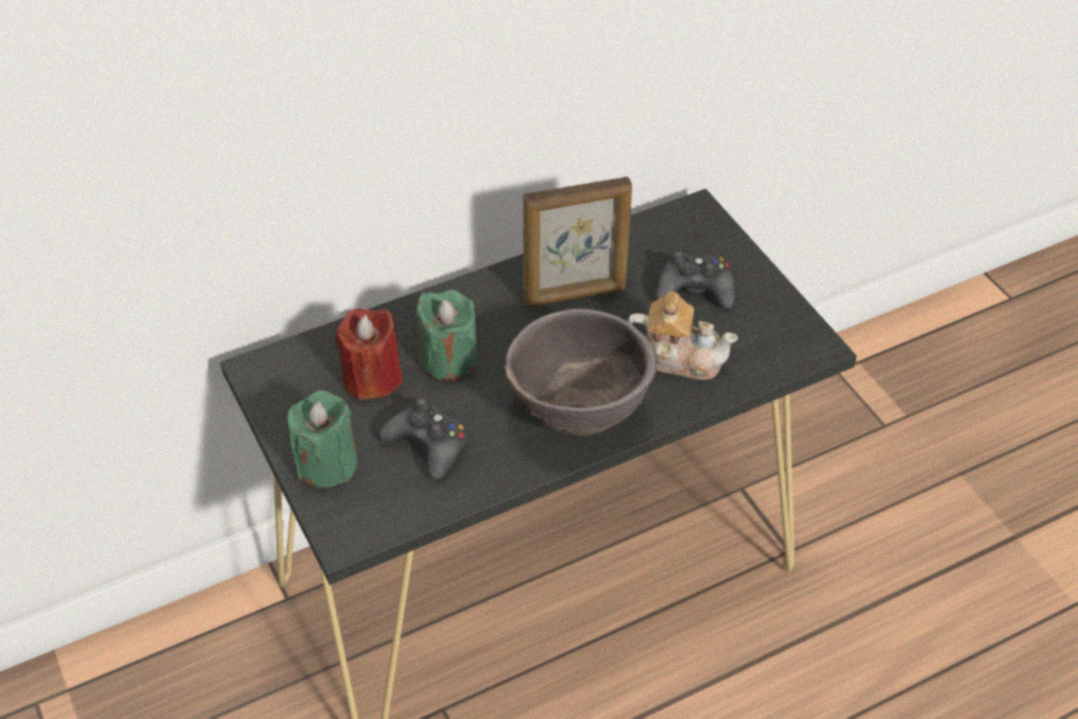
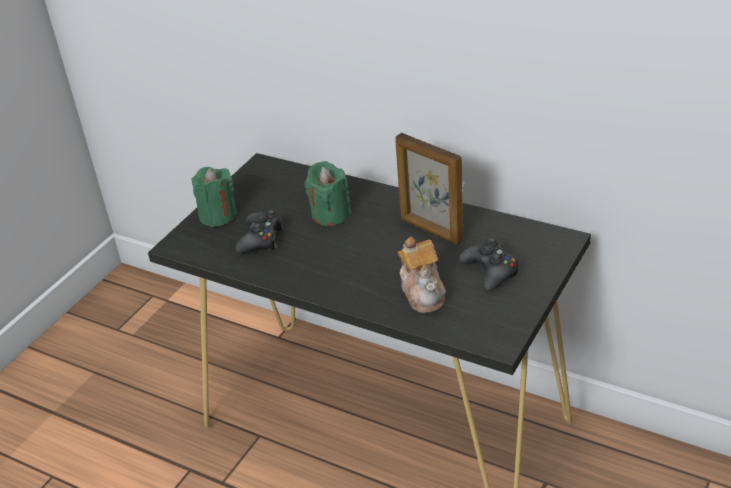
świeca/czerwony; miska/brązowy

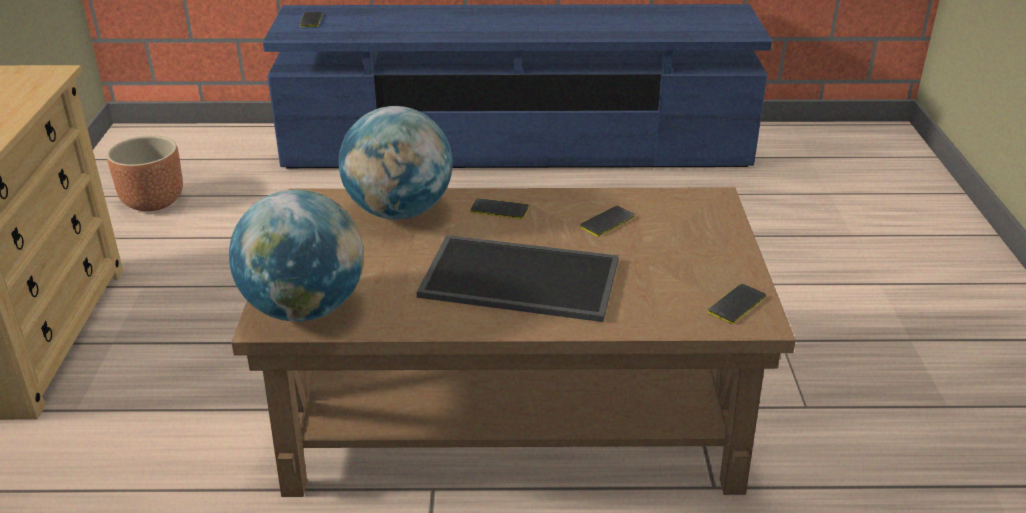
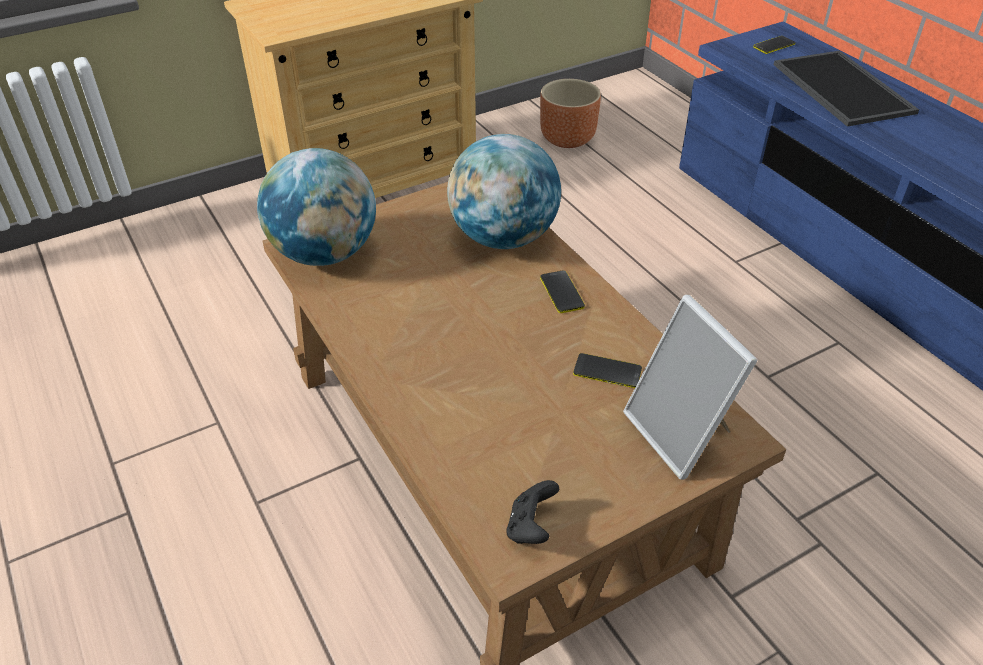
taca; pad do gier/czarny; ramka na zdjęcie

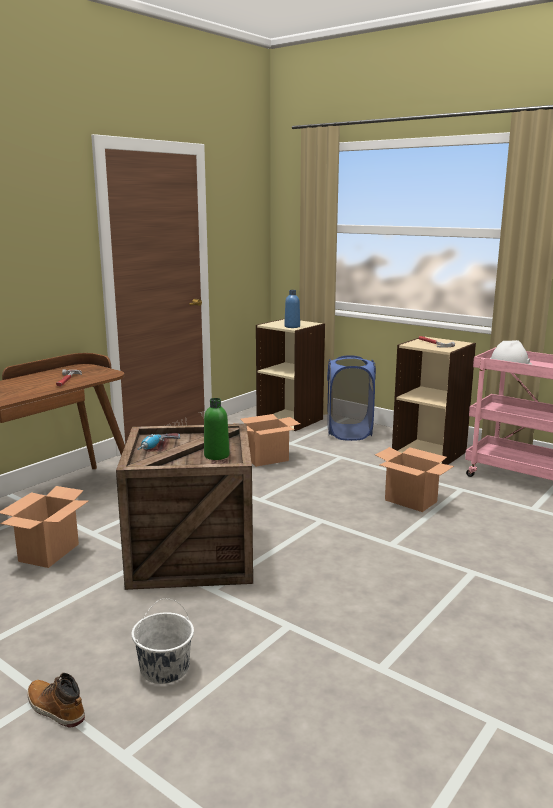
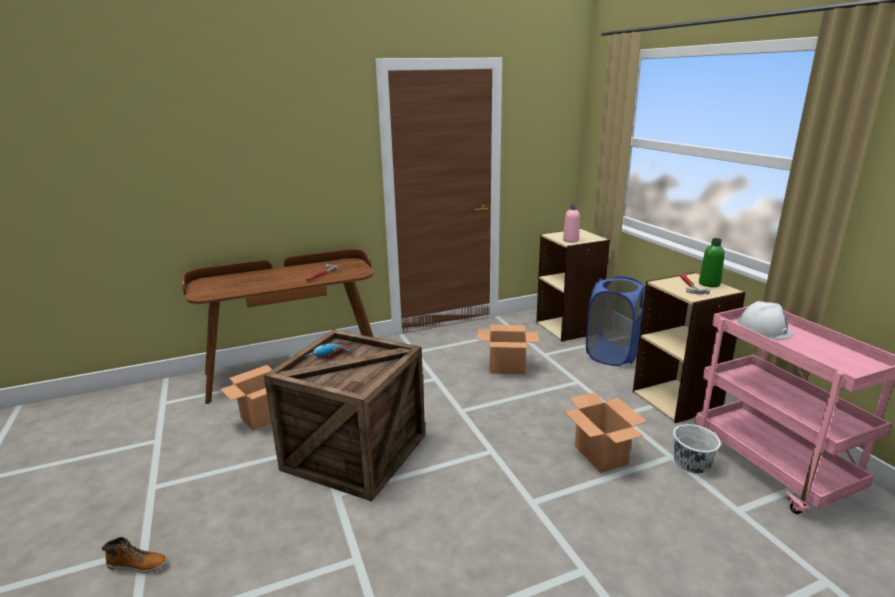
butelka/różowy; butelka/zielony; wiadro/biały; but z cholewką

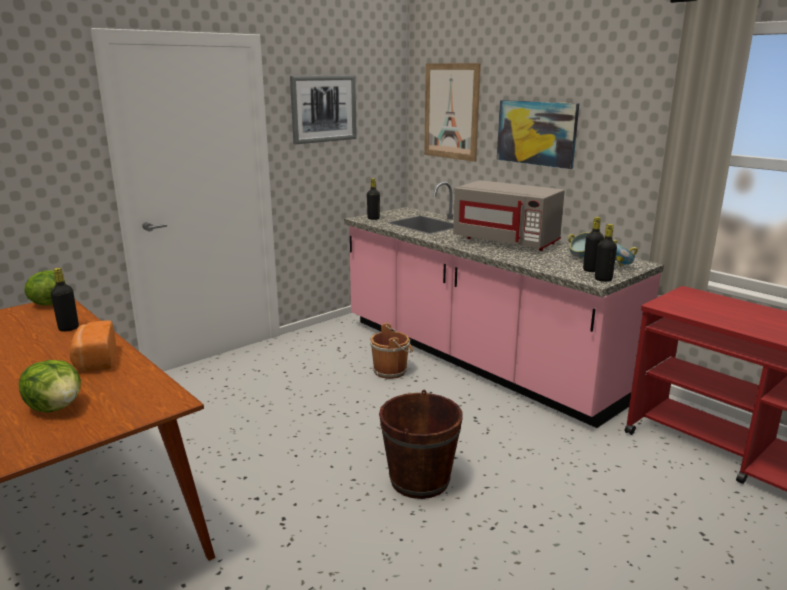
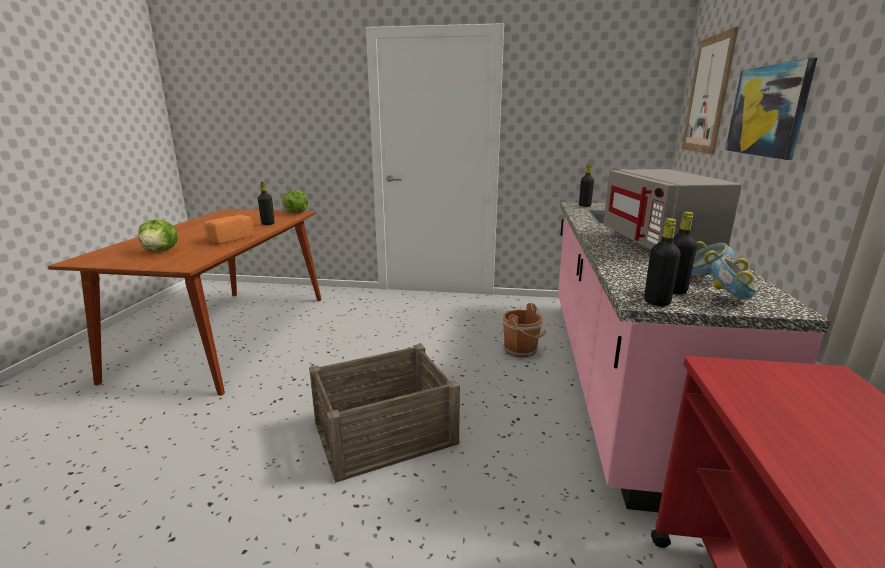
obraz (no. 1 from left in the first image); skrzynka

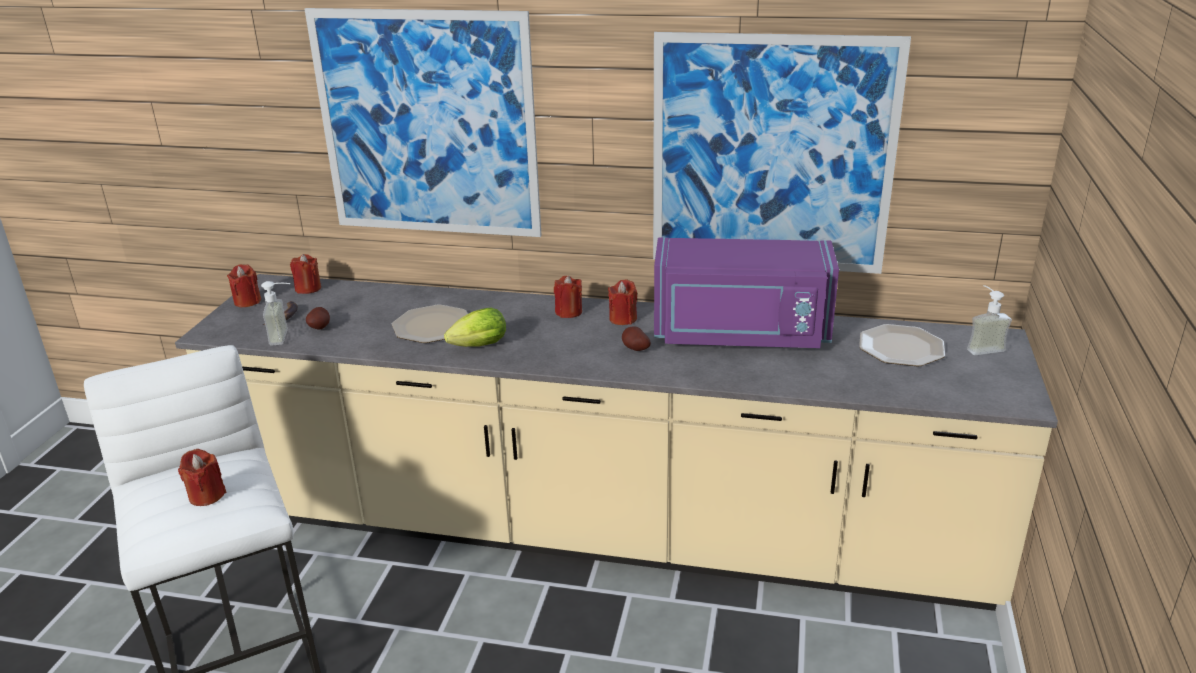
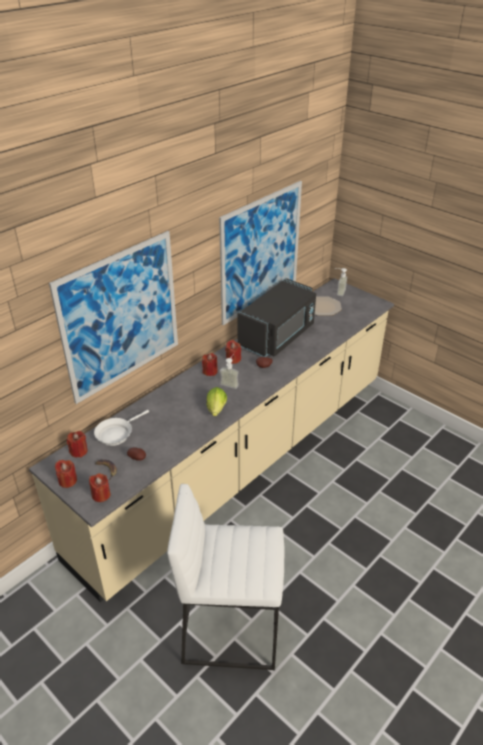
mikrofalówka/czarny; dozownik mydła (no. 1 from left); talerz (no. 1 from left in the first image); świeca/czerwony (no. 3 from left); patelnia/biały

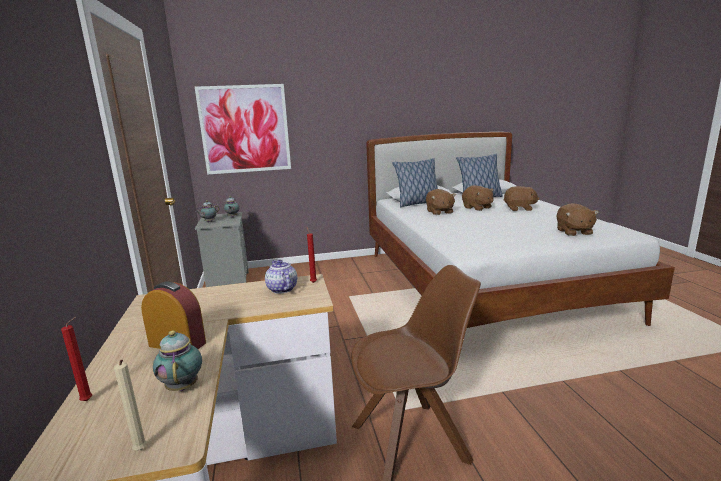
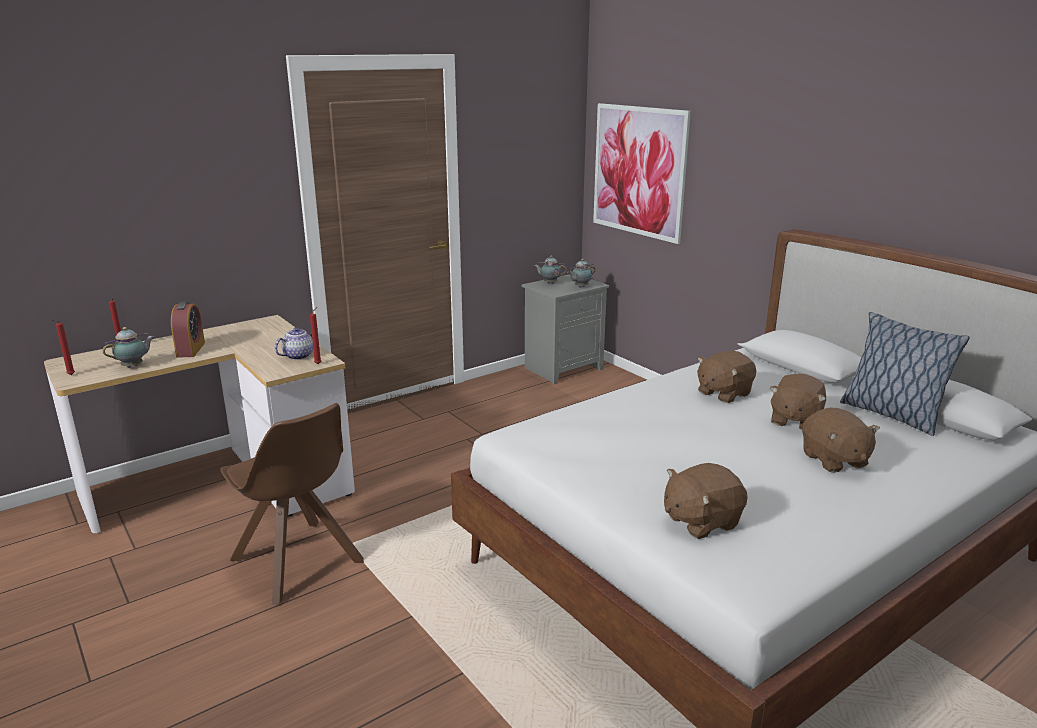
poduszka (no. 1 from left in the first image); świeca/czerwony (no. 1 from left)

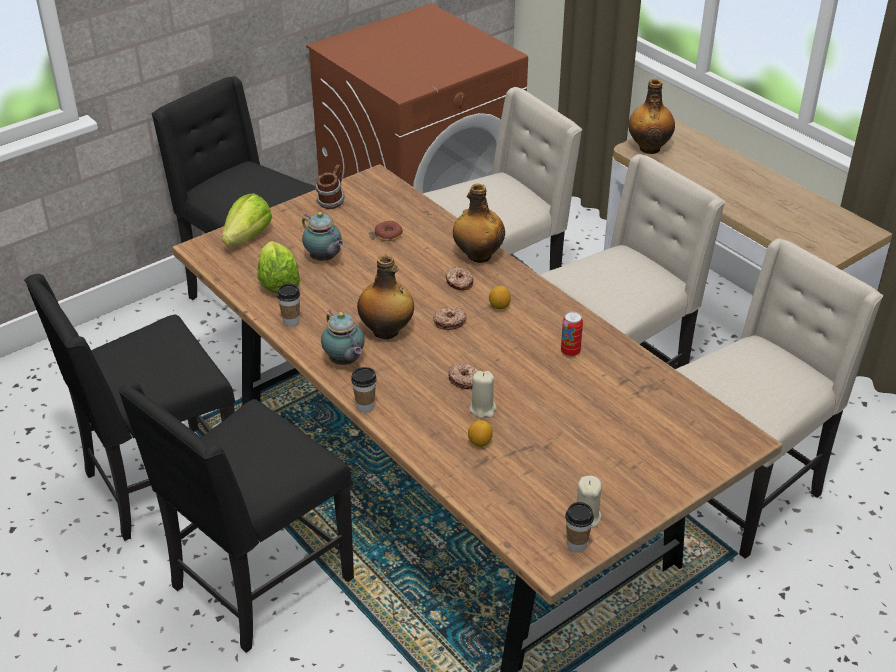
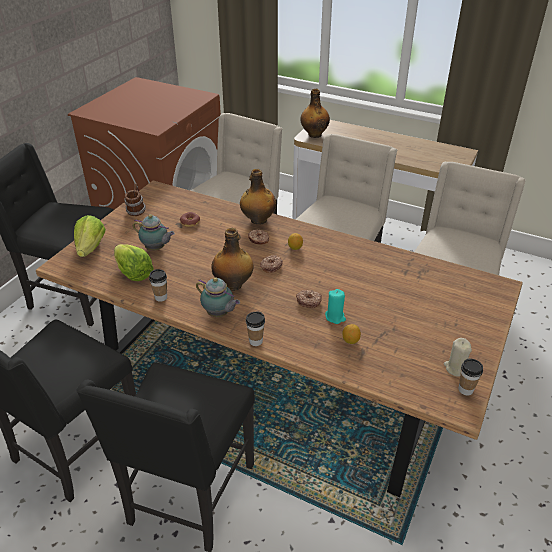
puszka; świeca/turkusowy

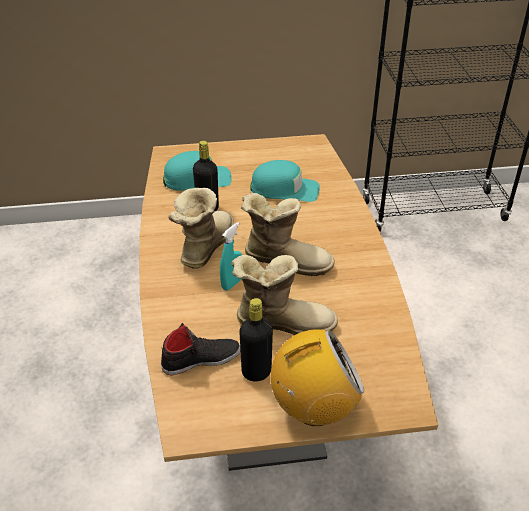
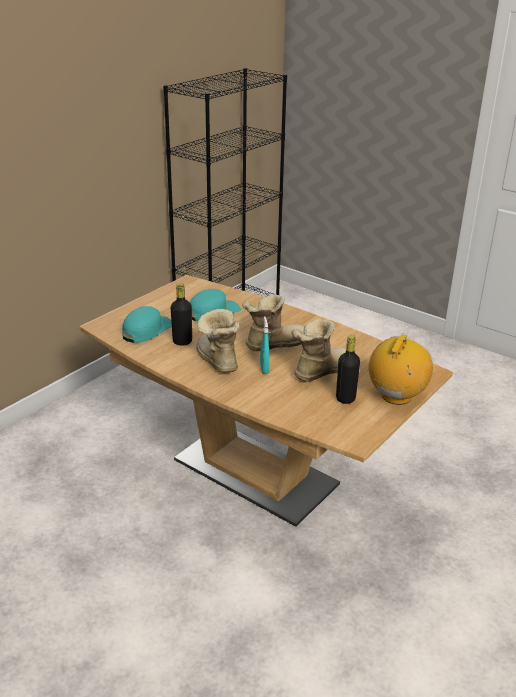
but/czarny

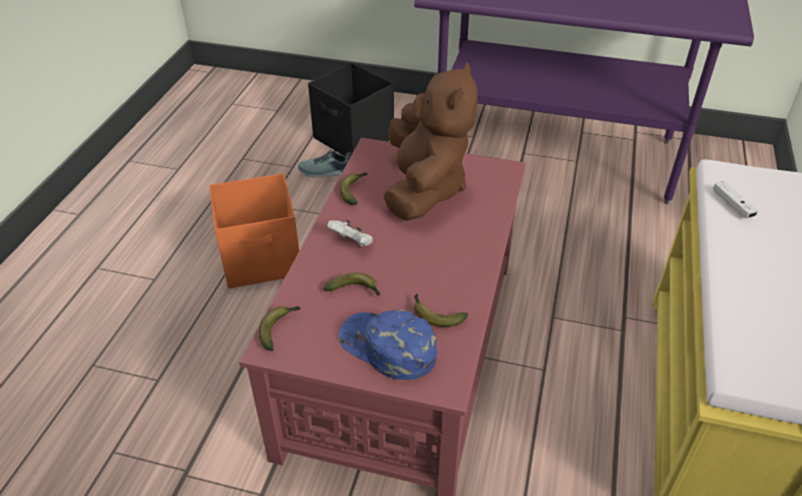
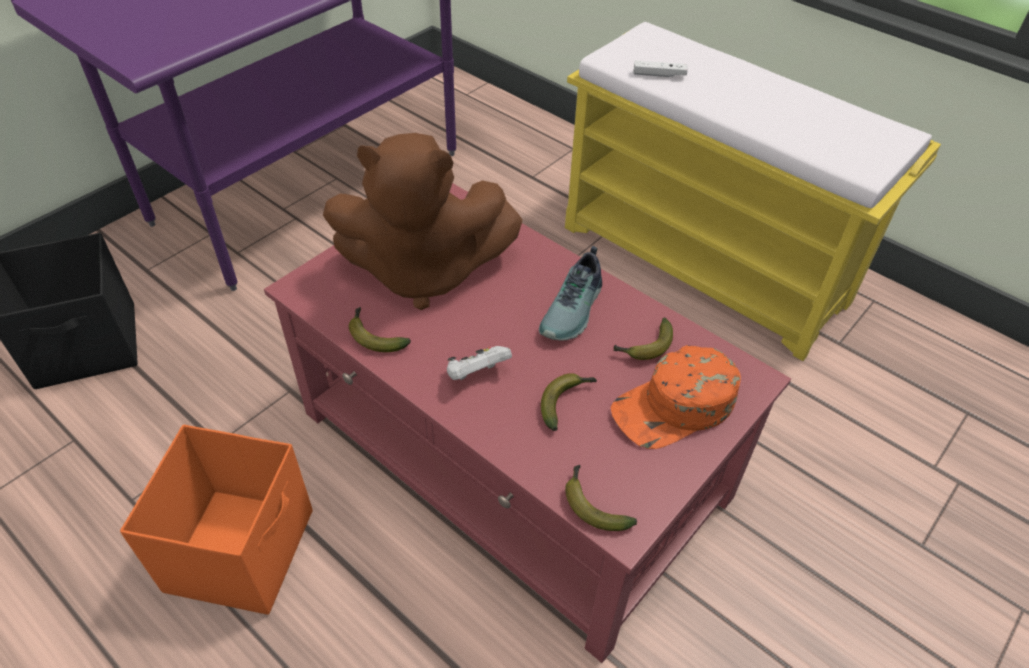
pluszak/brązowy; but; czapka z daszkiem/pomarańczowy

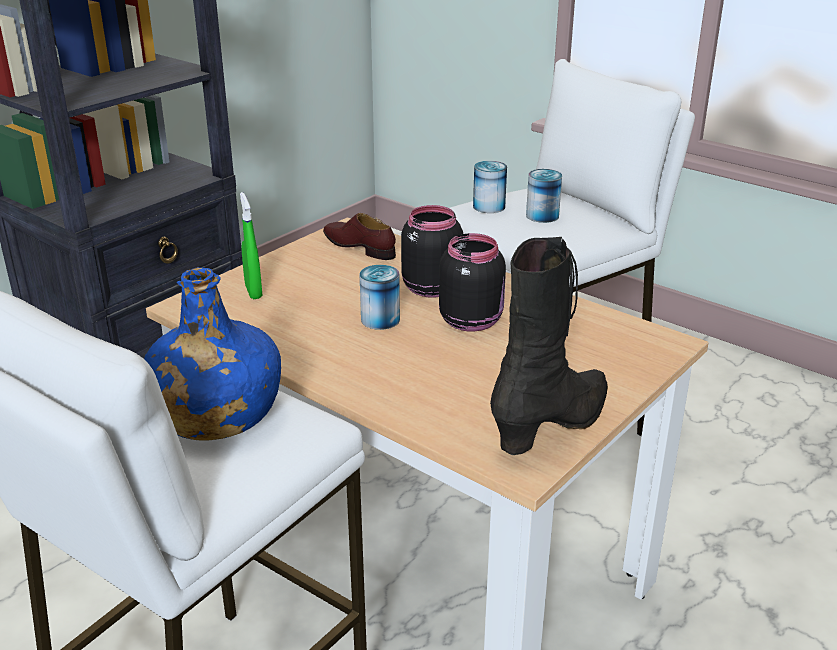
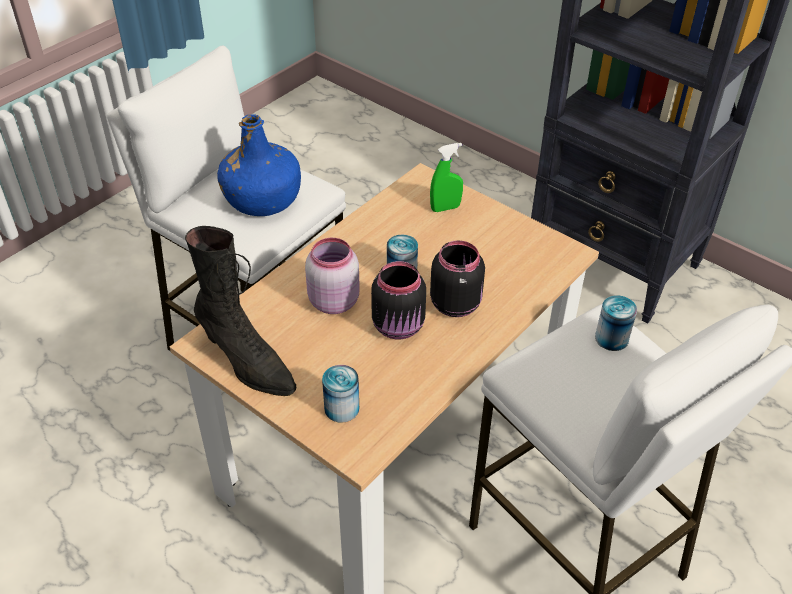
puszka (no. 1 from left); but/brązowy; słoik/różowy

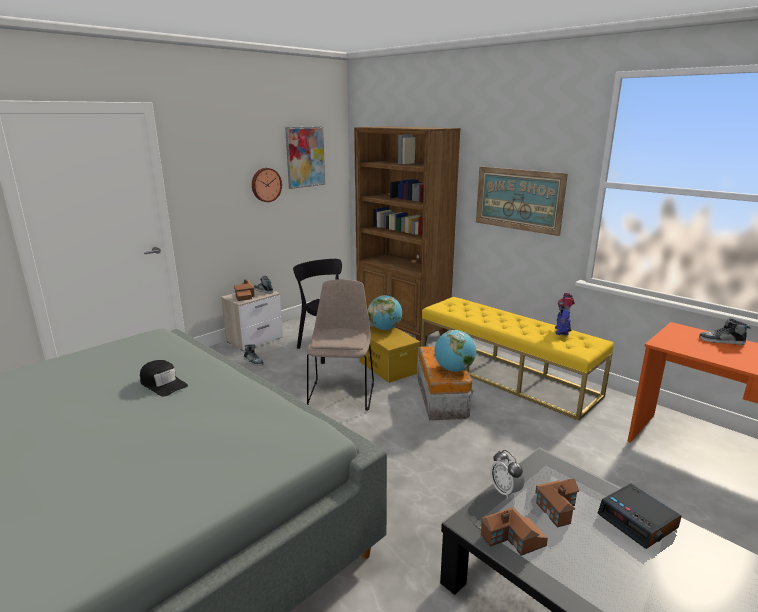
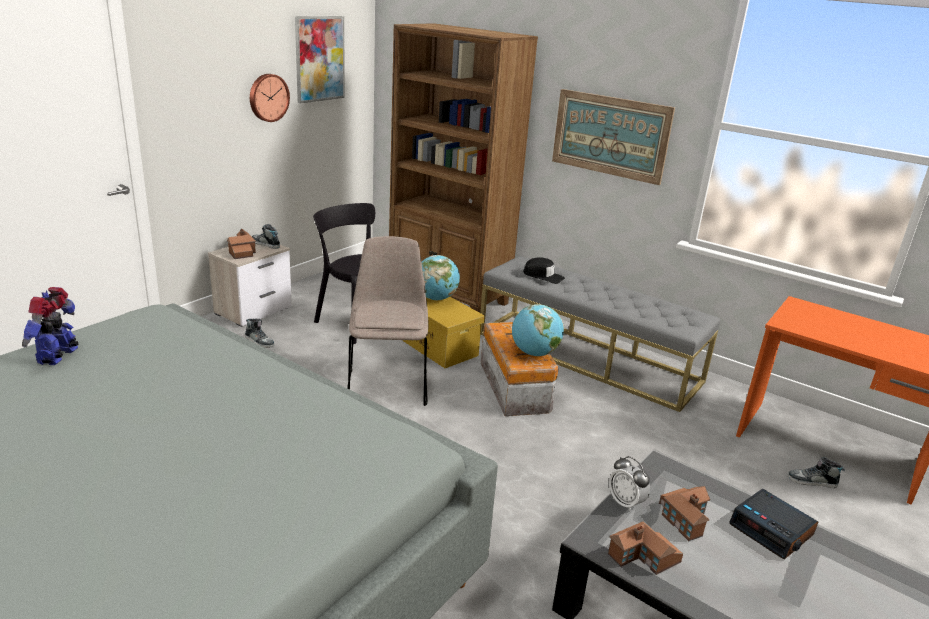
robot zabawkowy; ławka/szary; but (no. 3 from left); czapka z daszkiem/czarny

